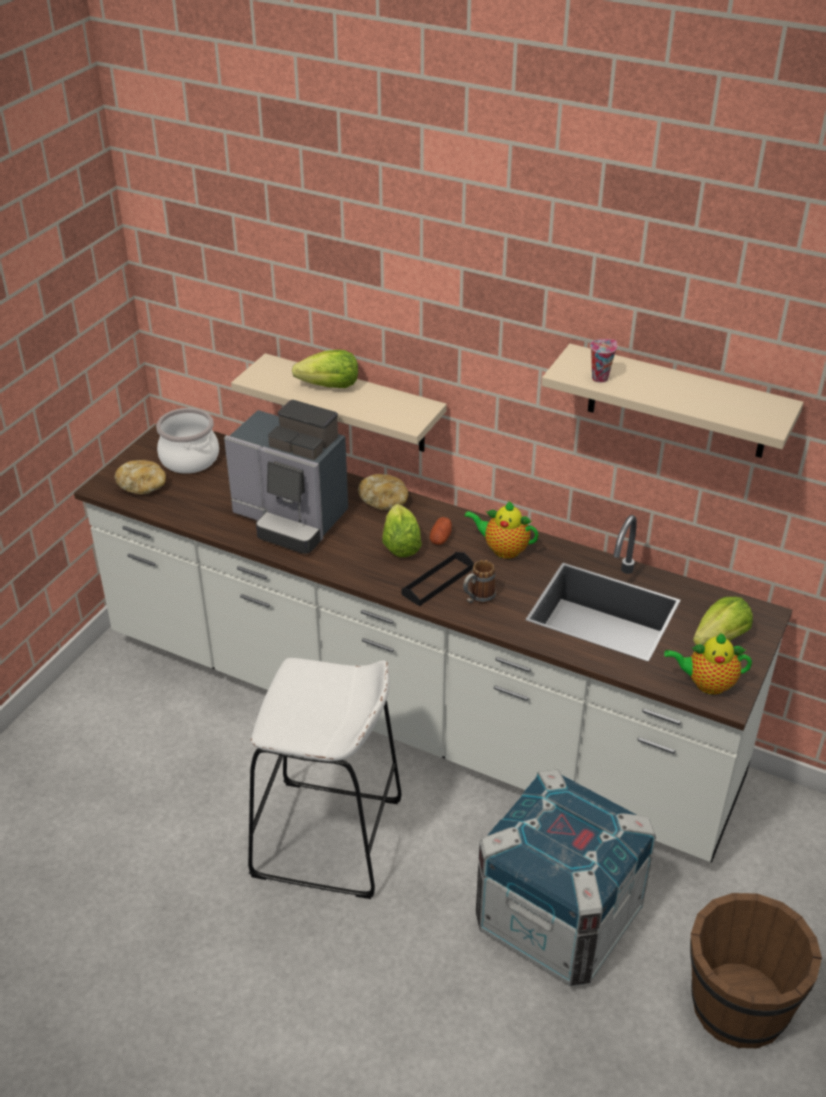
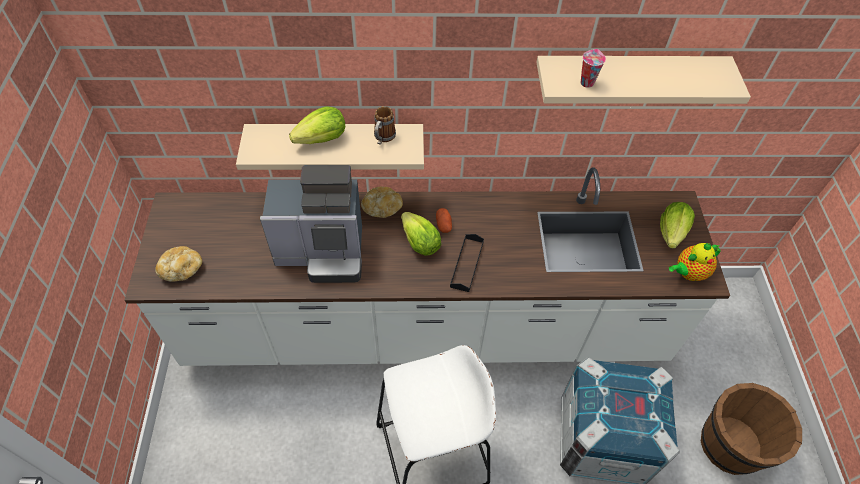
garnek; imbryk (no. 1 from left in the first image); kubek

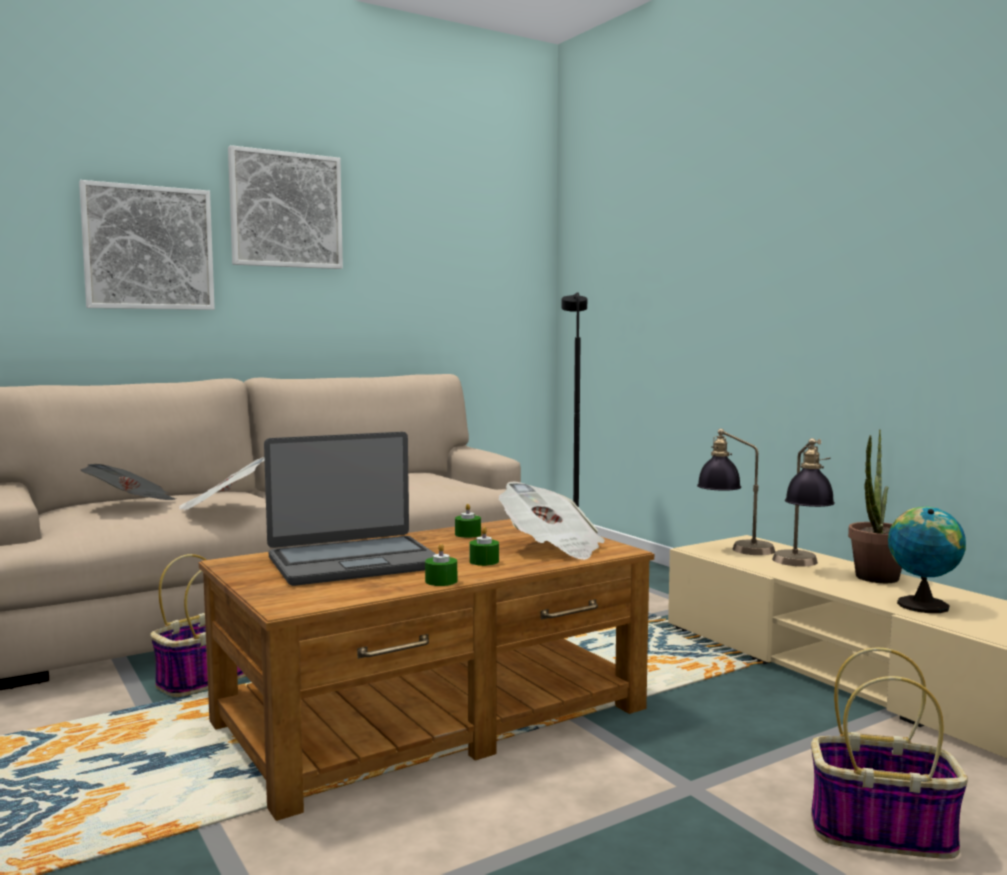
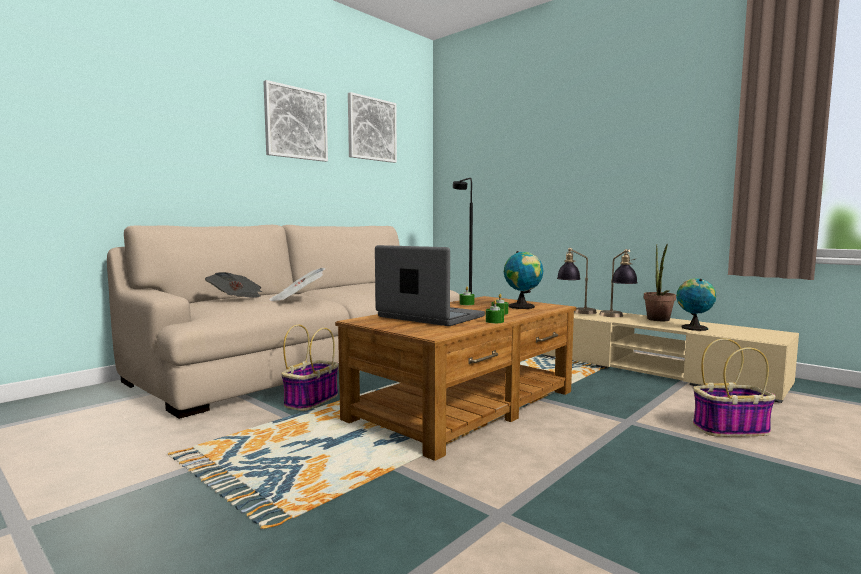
obraz (no. 2 from left); laptop; globus (no. 1 from left)

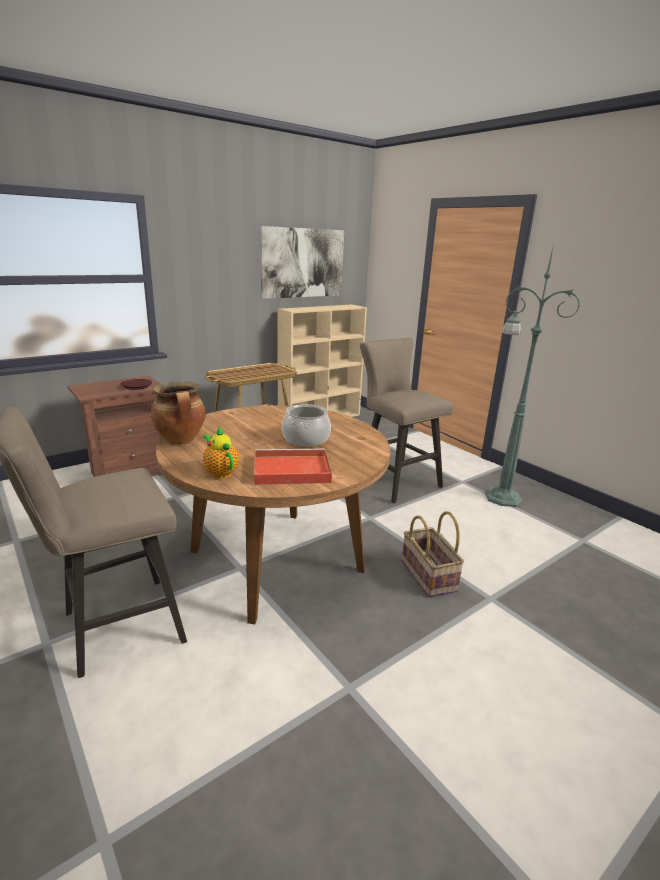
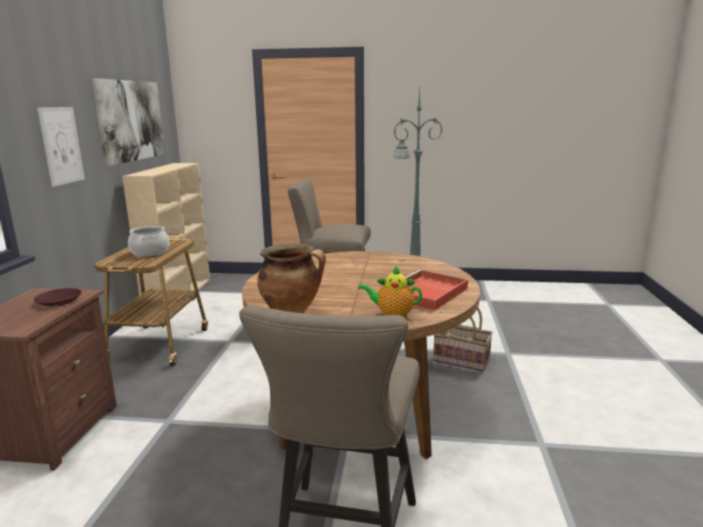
garnek (no. 1 from left); obraz (no. 1 from left)

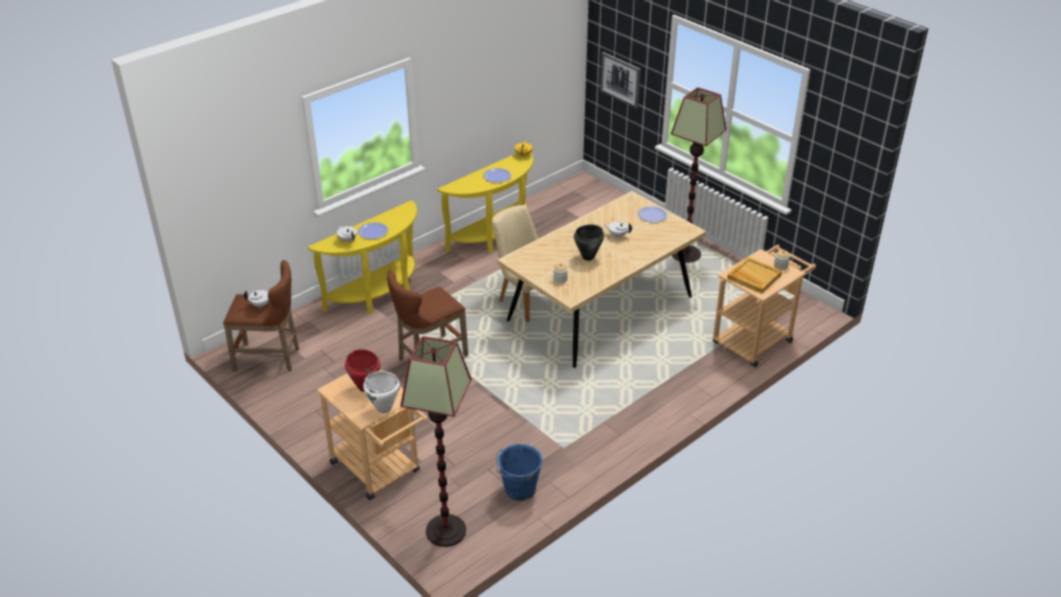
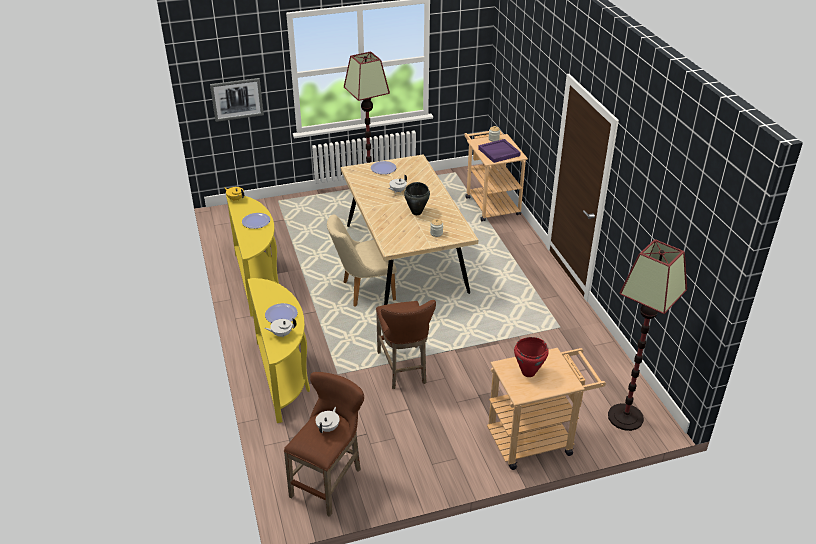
taca/fioletowy; garnek/biały; wiadro/niebieski

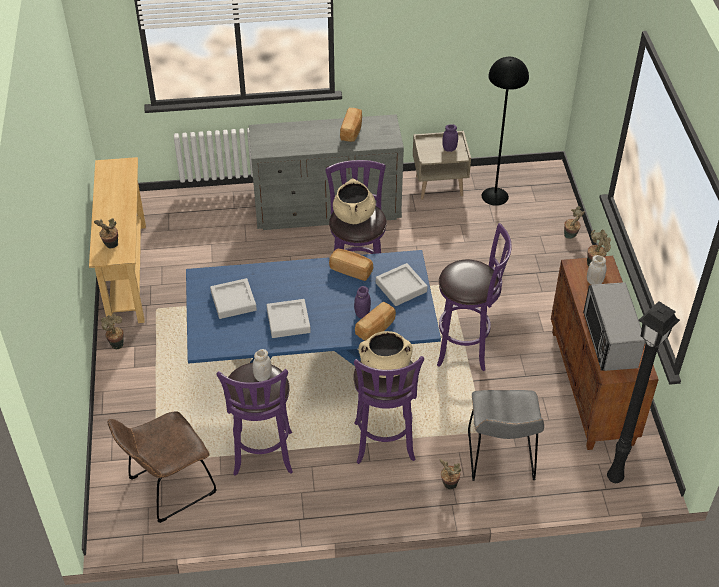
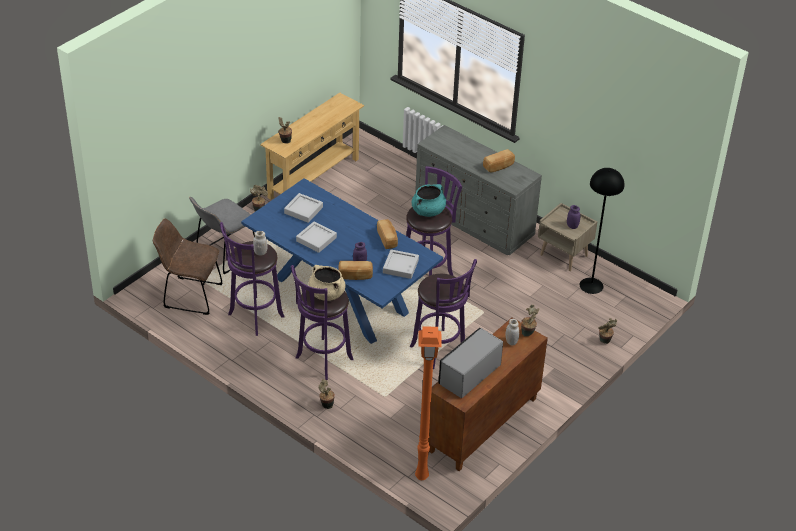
garnek/turkusowy; lampa stojąca/pomarańczowy; krzesło/szary

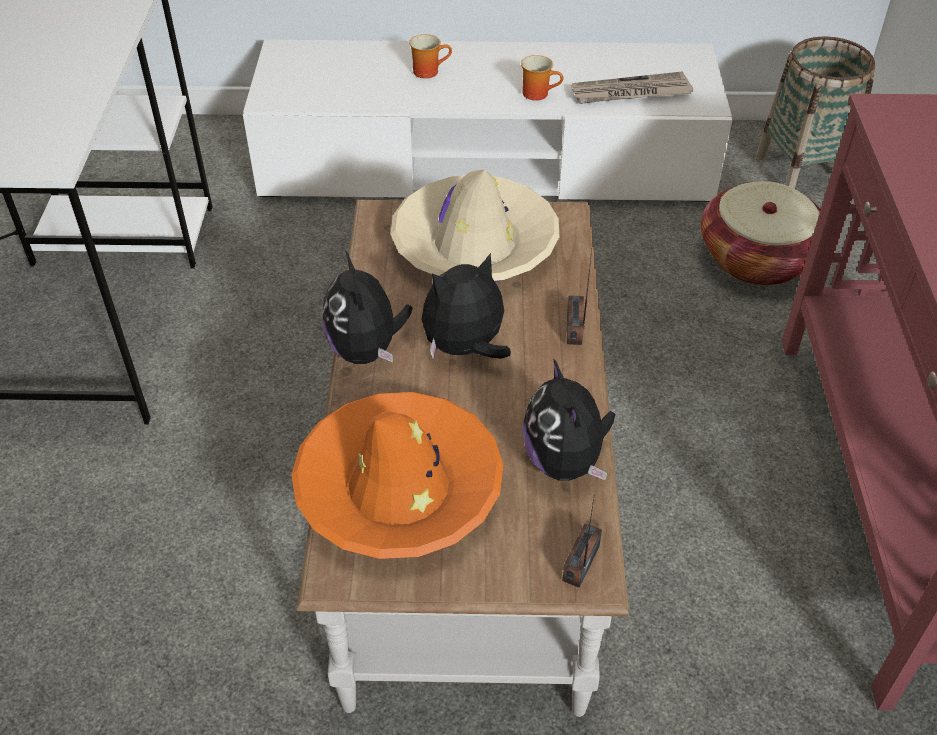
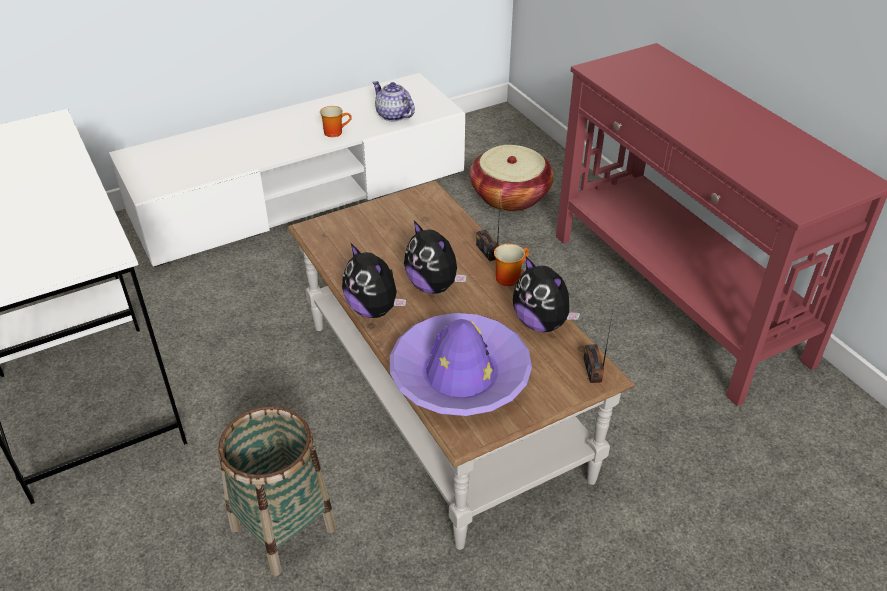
kubek (no. 2 from left); koszyk (no. 1 from left); imbryk; kapelusz/beżowy; pluszak (no. 2 from left); kapelusz/fioletowy

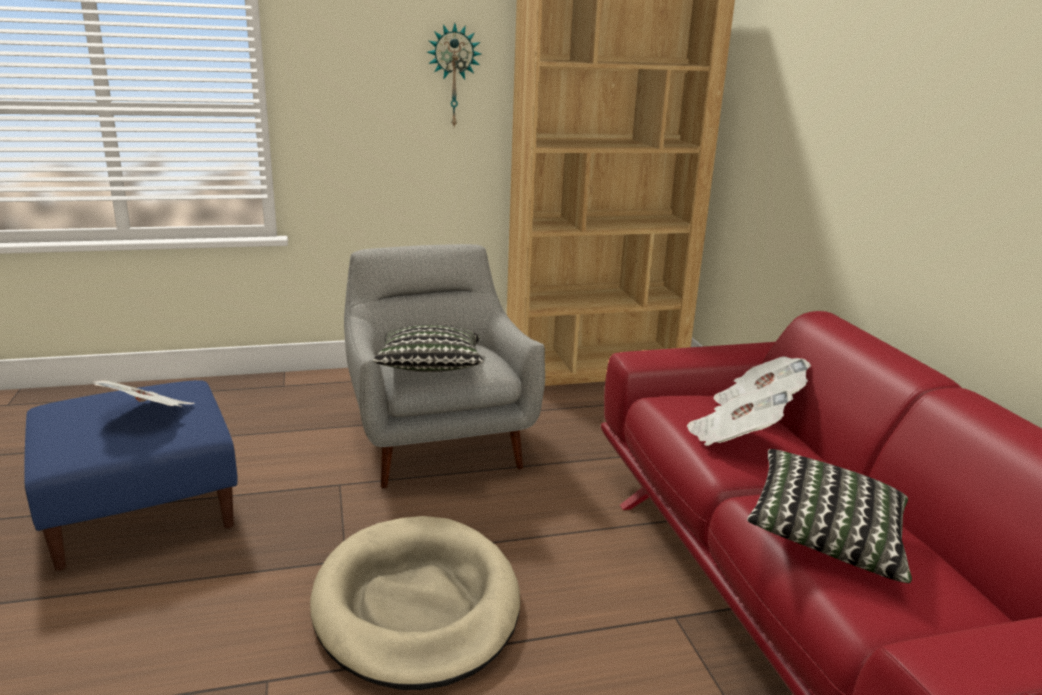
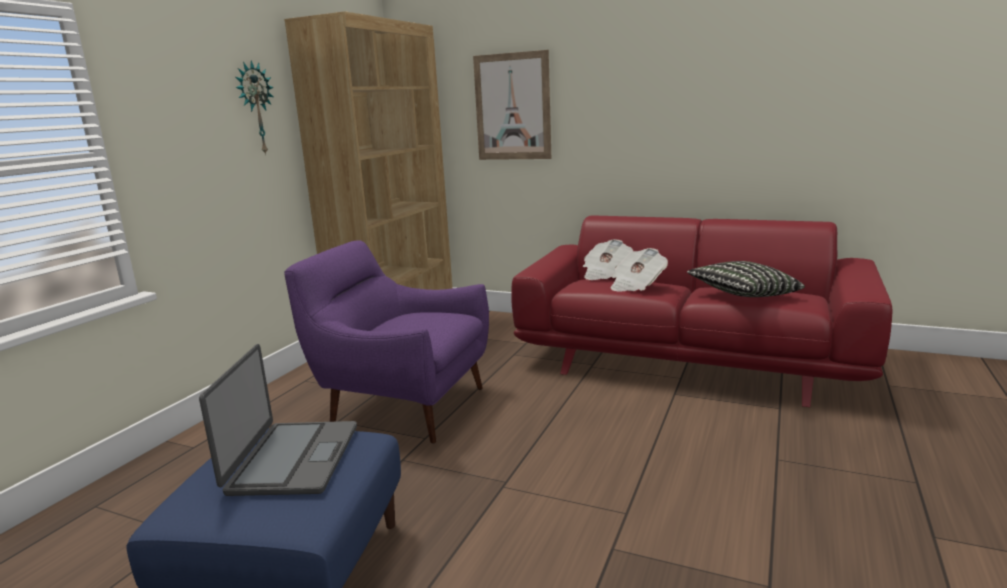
fotel/fioletowy; poduszka (no. 1 from left in the first image); laptop; legowisko/beżowy; obraz

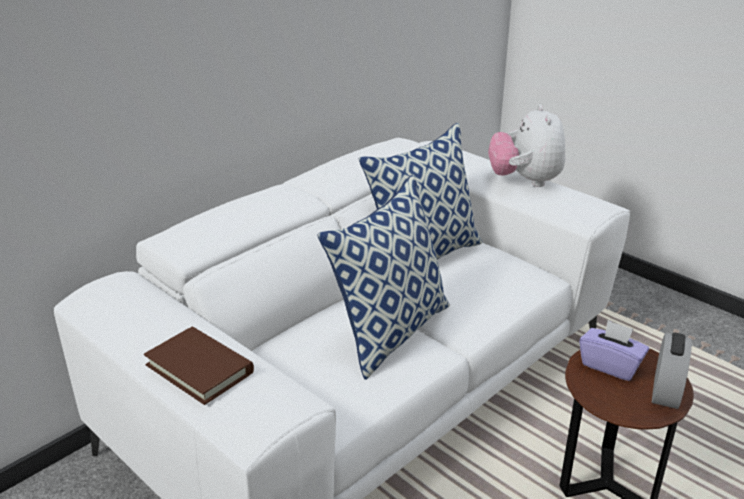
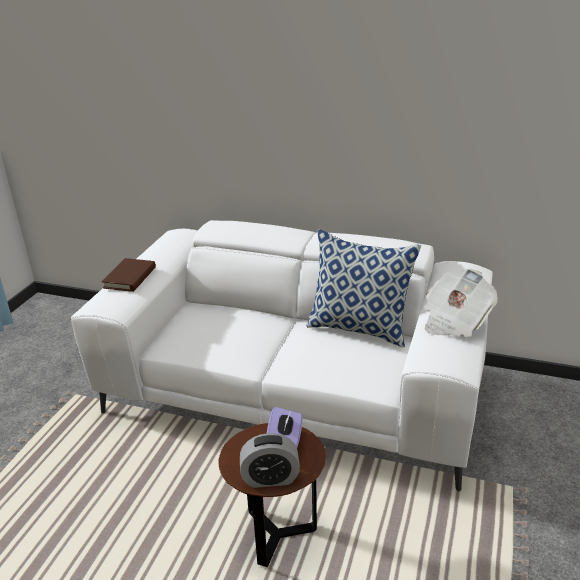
gazeta; poduszka (no. 1 from left in the first image)

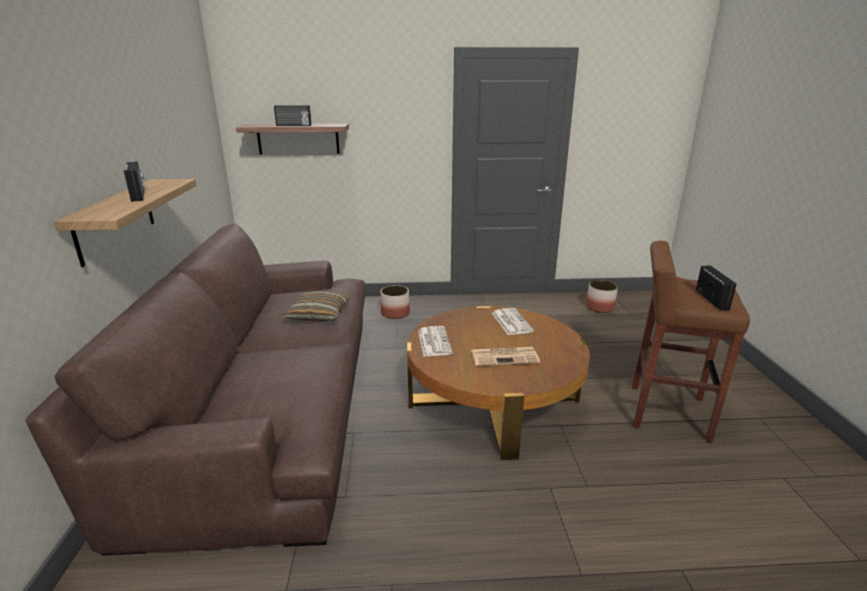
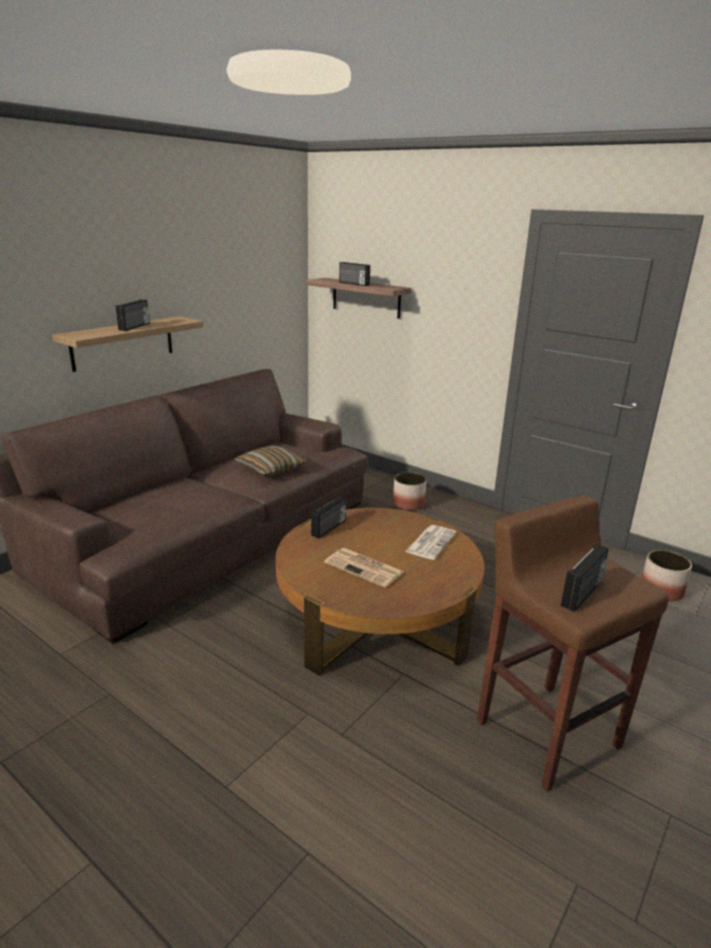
radio (no. 2 from left)

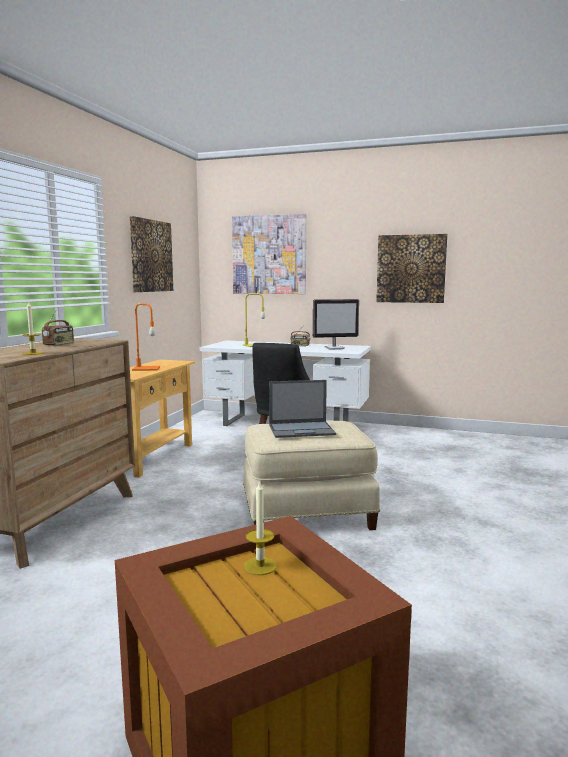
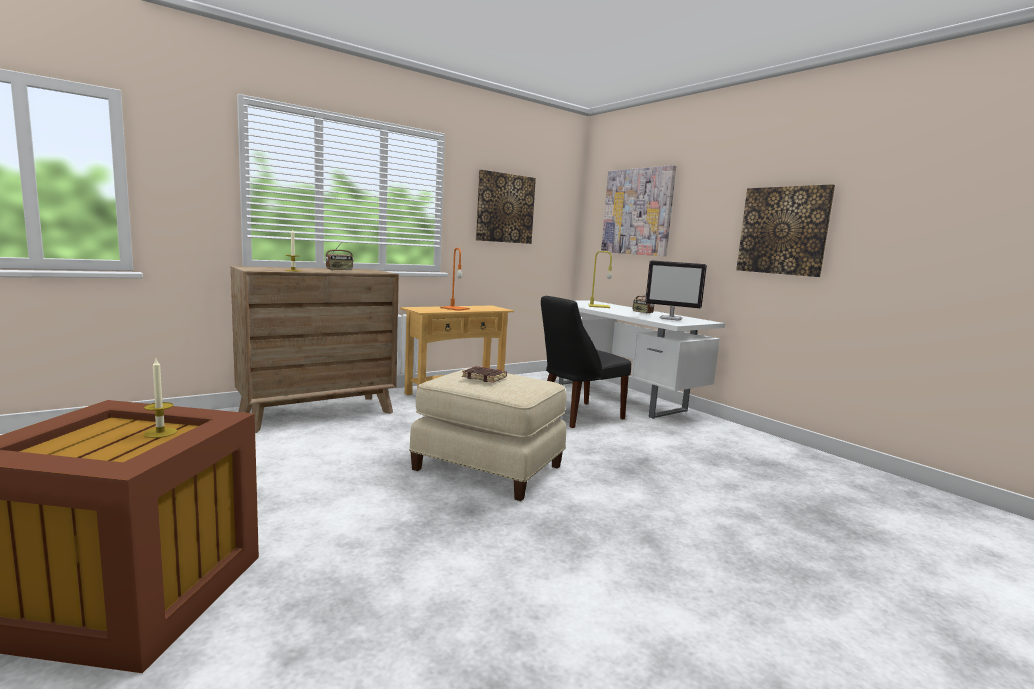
książka/brązowy

